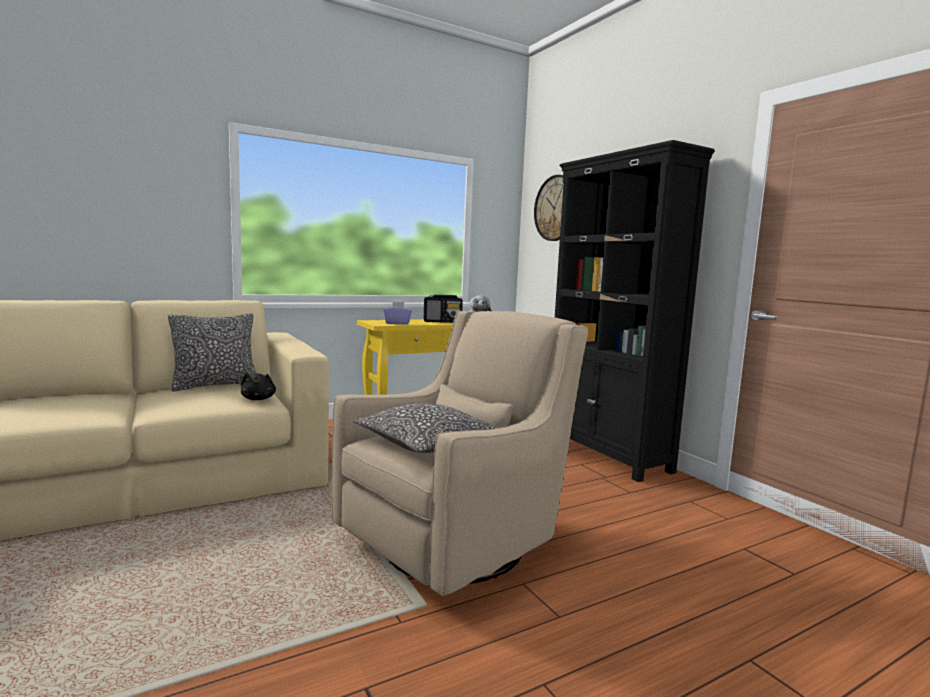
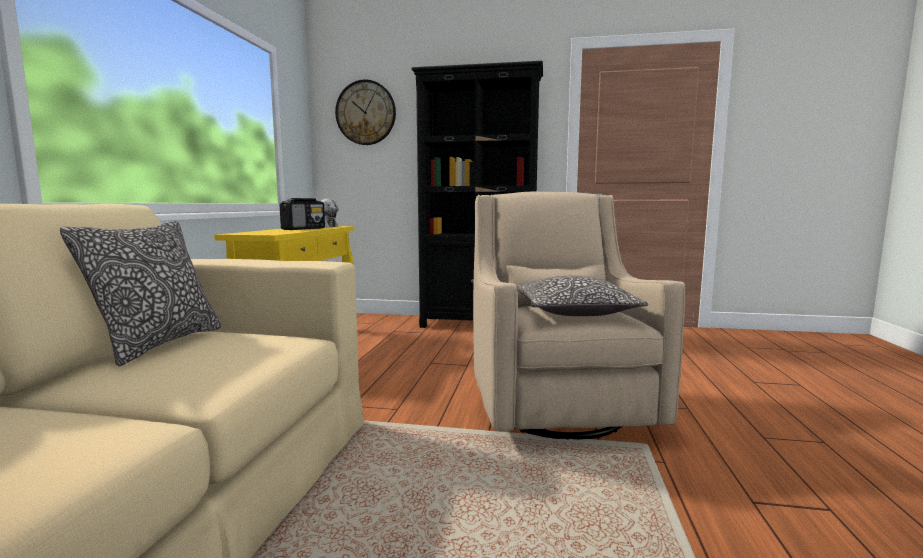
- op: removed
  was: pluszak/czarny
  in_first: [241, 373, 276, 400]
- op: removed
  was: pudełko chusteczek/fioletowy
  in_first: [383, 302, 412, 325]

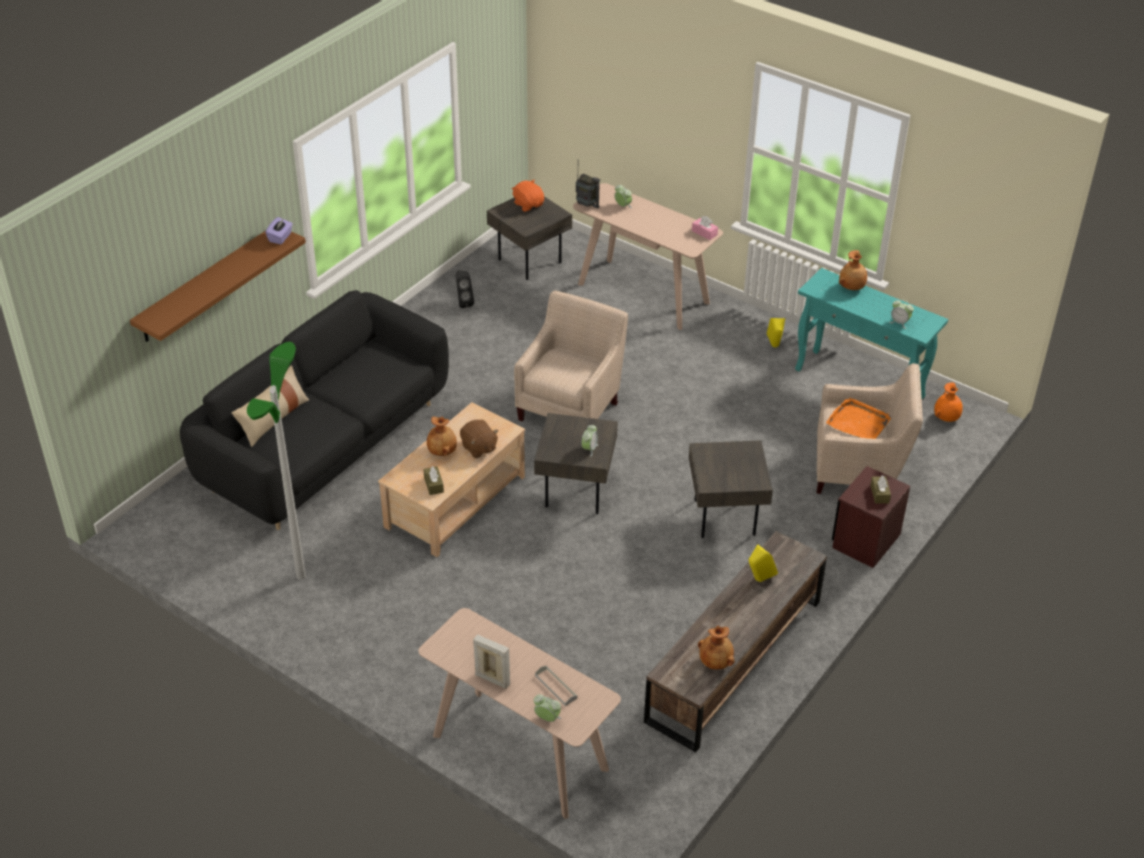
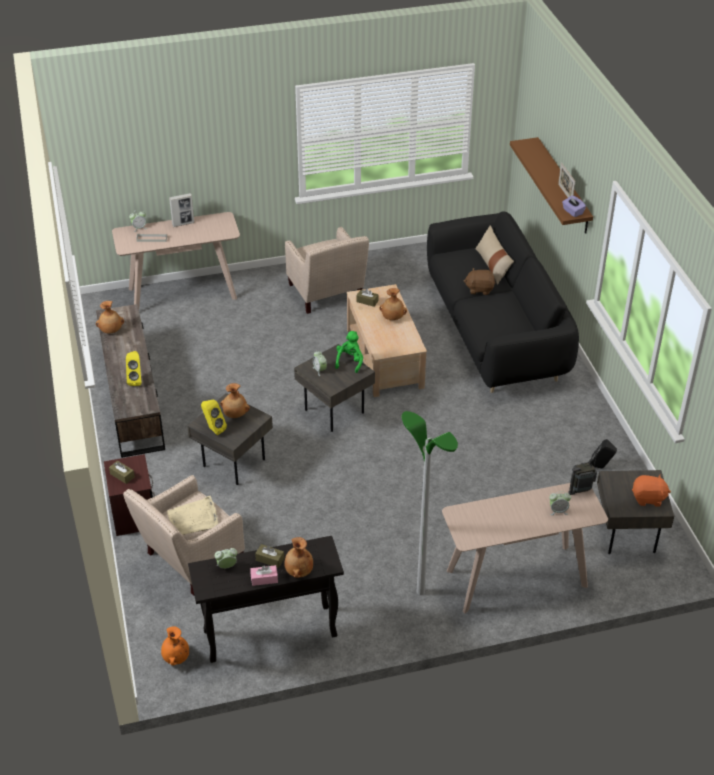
- op: recoloured
  was: taca/pomarańczowy
  now: taca/beżowy
  in_first: [826, 398, 891, 439]
  in_second: [167, 496, 218, 535]
- op: recoloured
  was: stolik konsolowy/turkusowy
  now: stolik konsolowy/czarny
  in_first: [795, 268, 948, 399]
  in_second: [188, 536, 344, 663]
- op: moved
  was: głośnik/żółty
  in_first: [767, 318, 785, 347]
  in_second: [201, 400, 227, 435]
- op: added
  now: wazon/brązowy
  in_second: [220, 383, 250, 418]
- op: moved
  was: pudełko chusteczek/różowy
  in_first: [692, 216, 718, 240]
  in_second: [250, 565, 278, 586]
- op: added
  now: pudełko chusteczek/brązowy
  in_second: [255, 544, 284, 568]
- op: moved
  was: fotel/beżowy
  in_first: [514, 290, 628, 421]
  in_second: [285, 227, 369, 314]
- op: added
  now: pluszak/zielony
  in_second: [335, 331, 363, 373]
- op: moved
  was: lampa stojąca
  in_first: [247, 342, 306, 580]
  in_second: [402, 411, 458, 595]
- op: moved
  was: pluszak/brązowy
  in_first: [460, 419, 498, 458]
  in_second: [464, 268, 495, 295]
- op: added
  now: ramka na zdjęcie
  in_second: [558, 162, 575, 198]

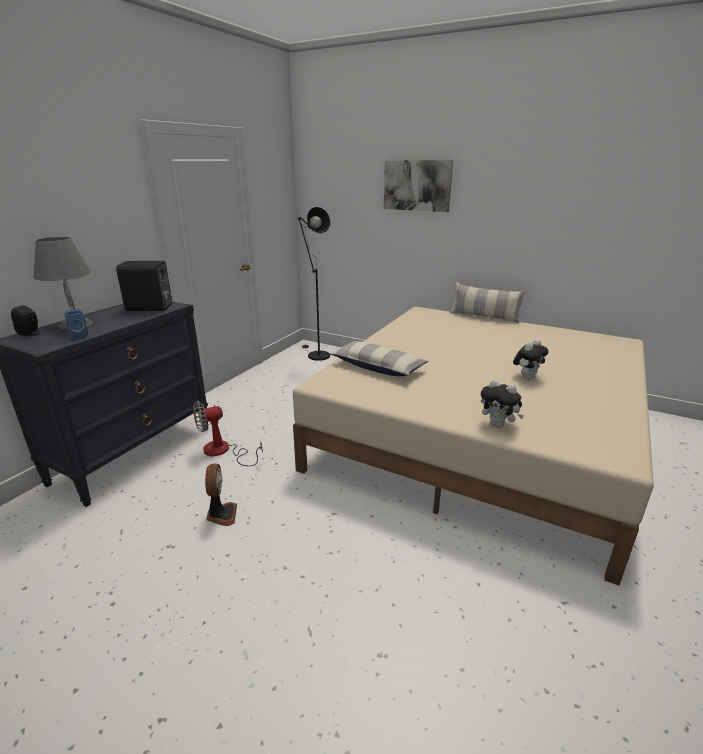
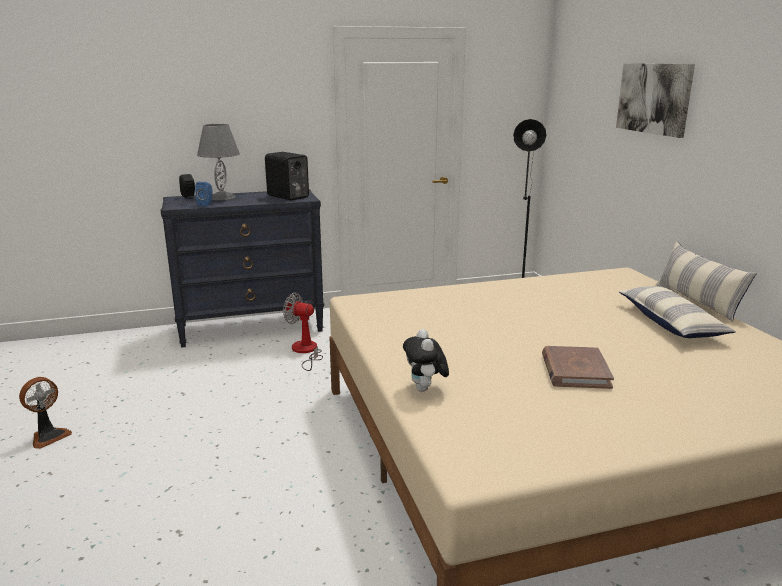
- op: moved
  was: wentylator
  in_first: [205, 464, 237, 526]
  in_second: [19, 377, 72, 449]
- op: replaced
  was: pluszak
  now: książka/brązowy
  in_first: [513, 340, 549, 379]
  in_second: [542, 346, 614, 389]
- op: moved
  was: poduszka
  in_first: [329, 341, 428, 376]
  in_second: [619, 286, 736, 338]

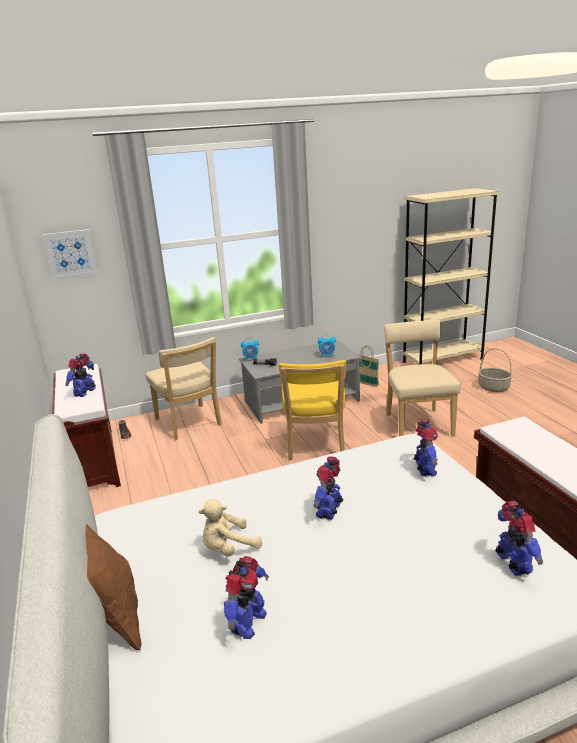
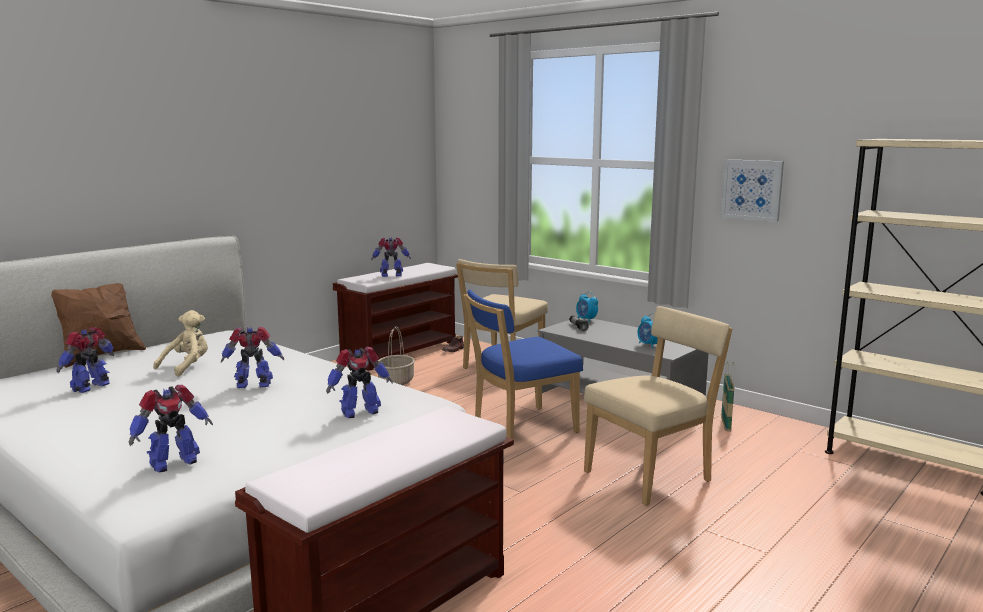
- op: turned
  was: robot zabawkowy
  in_first: [224, 556, 269, 639]
  in_second: [56, 327, 114, 393]
  clockwise: 120
- op: turned
  was: pluszak/beżowy
  in_first: [199, 499, 262, 557]
  in_second: [153, 310, 208, 377]
  clockwise: 90
- op: moved
  was: koszyk
  in_first: [478, 348, 513, 392]
  in_second: [378, 327, 415, 385]
- op: recoloured
  was: krzesło/żółty
  now: krzesło/niebieski
  in_first: [279, 360, 346, 460]
  in_second: [464, 289, 583, 447]
- op: moved
  was: obraz
  in_first: [42, 229, 98, 279]
  in_second: [721, 159, 784, 222]

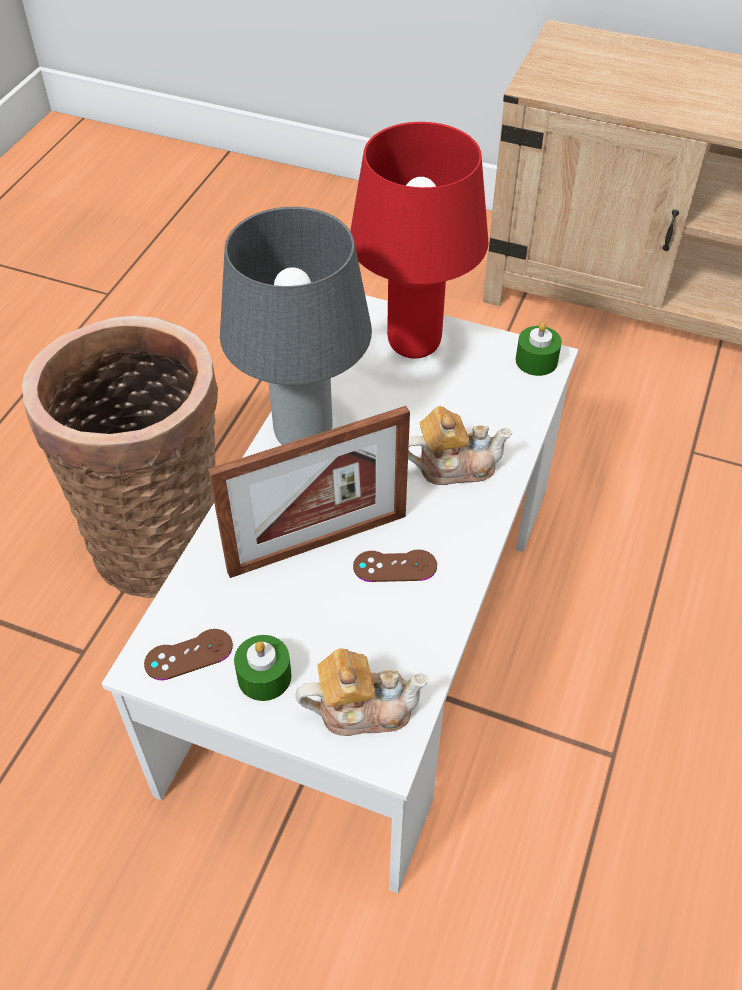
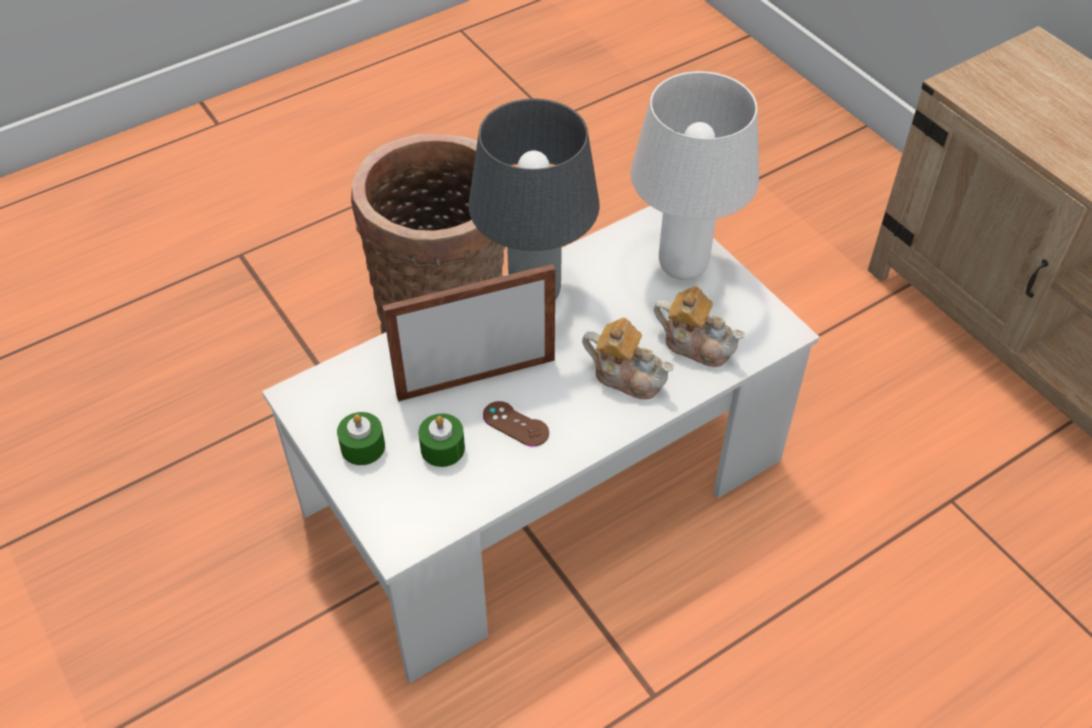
- op: turned
  was: ramka na zdjęcie
  in_first: [208, 406, 410, 578]
  in_second: [382, 264, 556, 401]
  clockwise: 150
- op: moved
  was: świeca/zielony
  in_first: [516, 322, 562, 376]
  in_second: [418, 413, 465, 467]
- op: recoloured
  was: lampa stołowa/czerwony
  now: lampa stołowa/biały
  in_first: [350, 122, 488, 359]
  in_second: [631, 71, 759, 280]
- op: moved
  was: imbryk
  in_first: [296, 648, 429, 736]
  in_second: [654, 286, 745, 367]
- op: removed
  was: pad do gier/brązowy
  in_first: [144, 629, 233, 680]

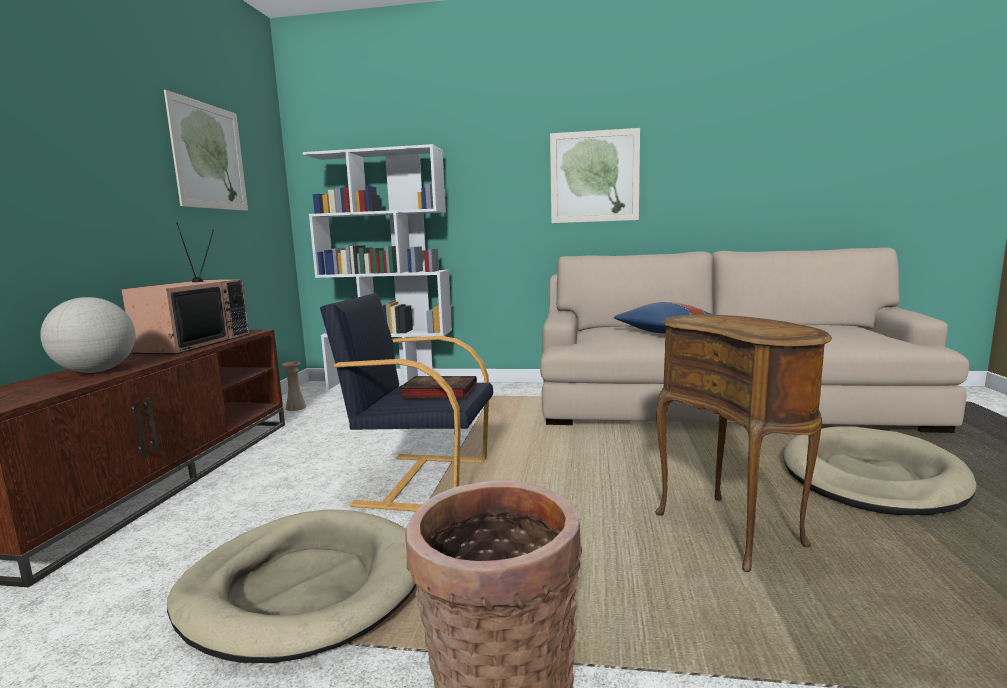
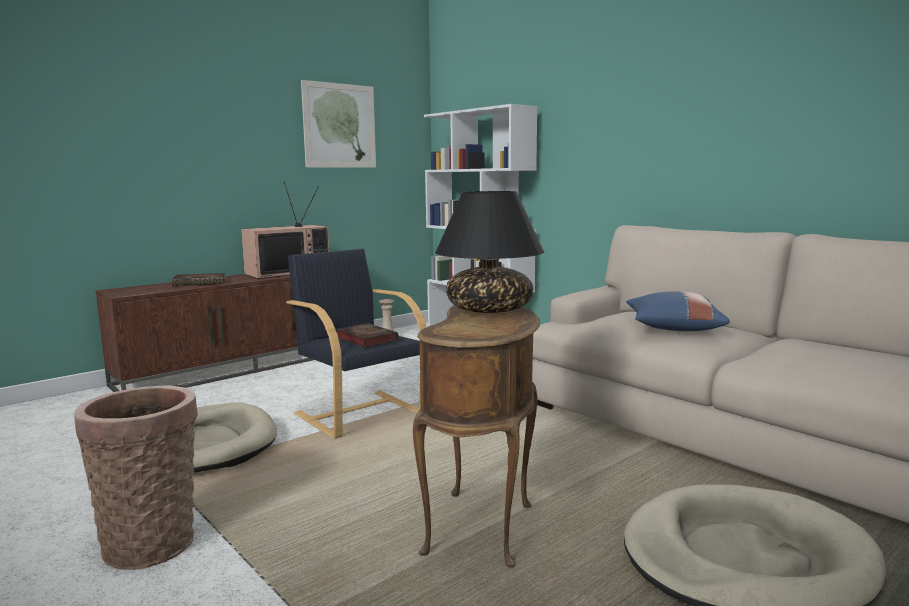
- op: replaced
  was: globus
  now: książka
  in_first: [40, 297, 136, 373]
  in_second: [172, 273, 225, 286]
- op: added
  now: lampa stołowa/czarny
  in_second: [435, 191, 544, 313]
- op: removed
  was: obraz
  in_first: [550, 128, 640, 223]

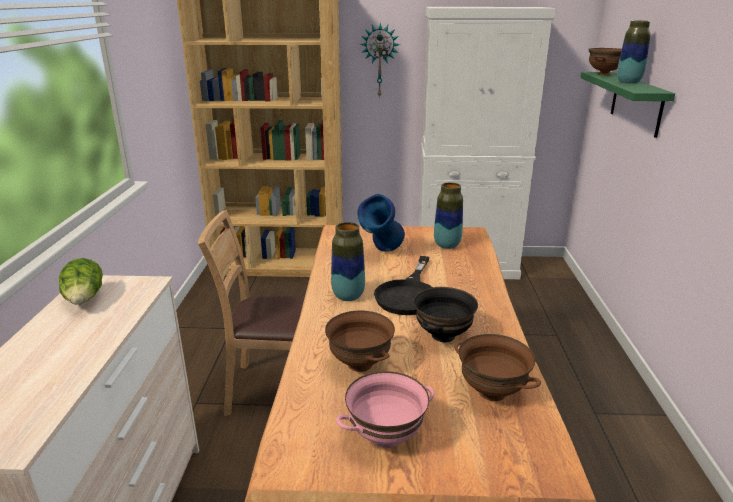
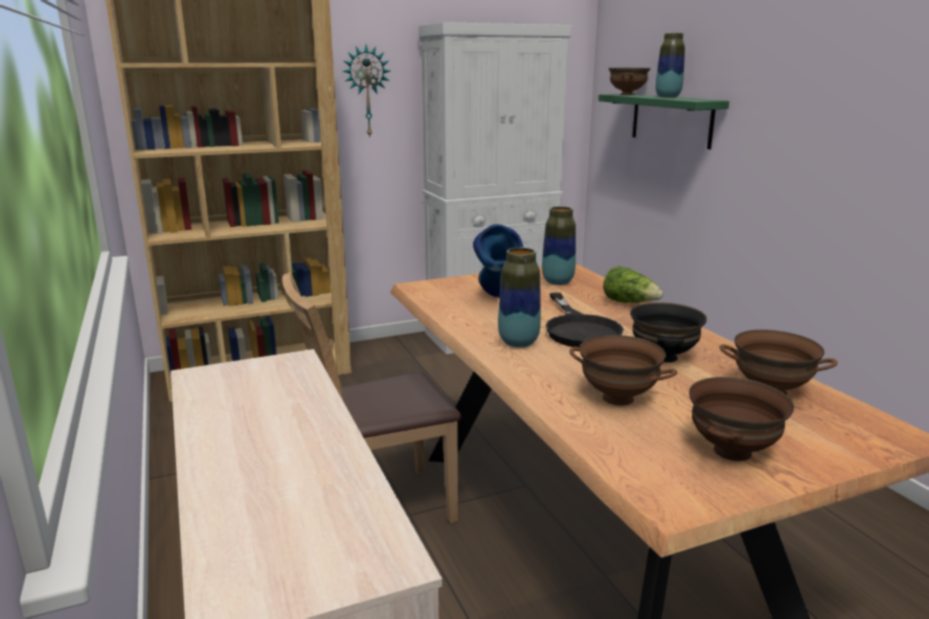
- op: moved
  was: sałata
  in_first: [59, 258, 103, 305]
  in_second: [603, 266, 663, 303]
- op: recoloured
  was: miska/różowy
  now: miska/brązowy
  in_first: [336, 371, 434, 448]
  in_second: [689, 377, 794, 461]

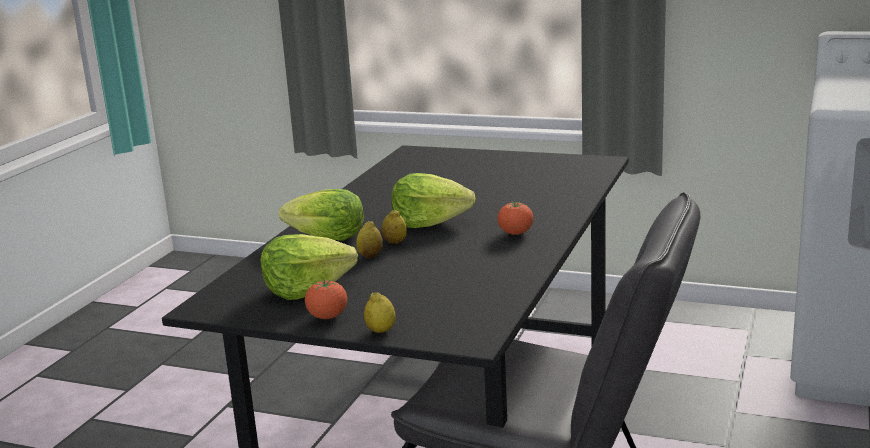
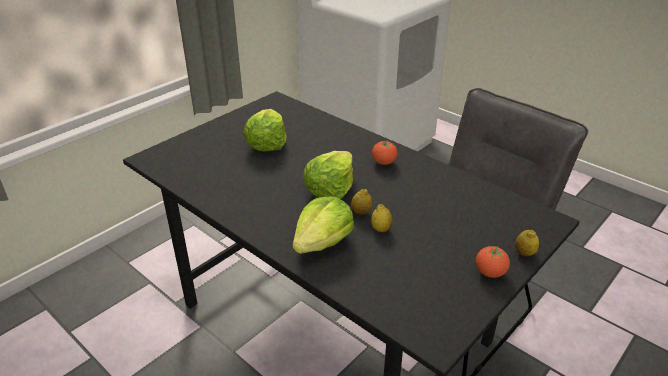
- op: moved
  was: sałata
  in_first: [260, 234, 358, 300]
  in_second: [243, 109, 287, 151]

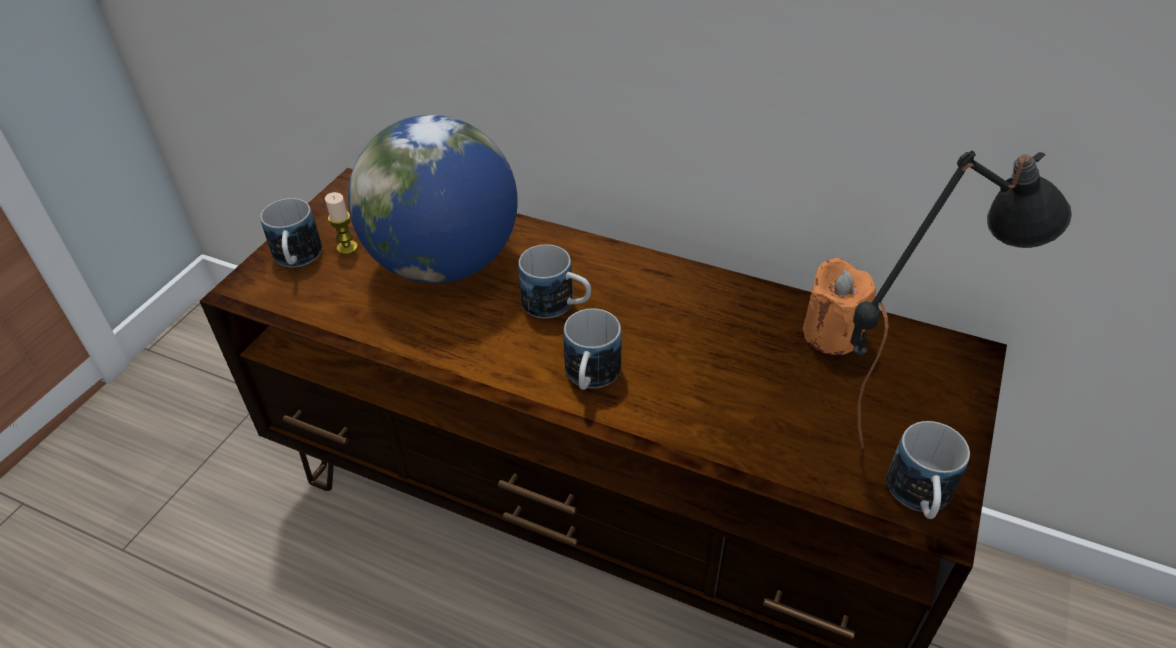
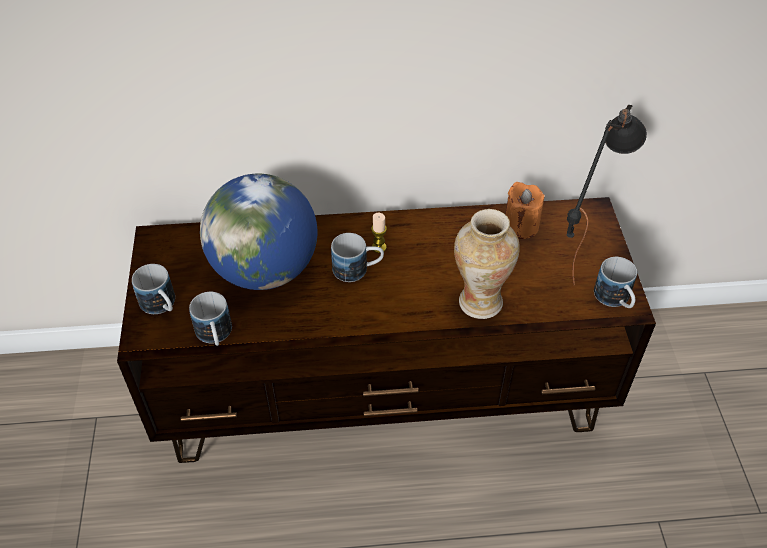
- op: moved
  was: kubek
  in_first: [564, 308, 621, 390]
  in_second: [189, 292, 232, 346]
- op: moved
  was: świeca
  in_first: [325, 192, 358, 255]
  in_second: [371, 213, 387, 253]
- op: added
  now: wazon
  in_second: [454, 209, 520, 319]

